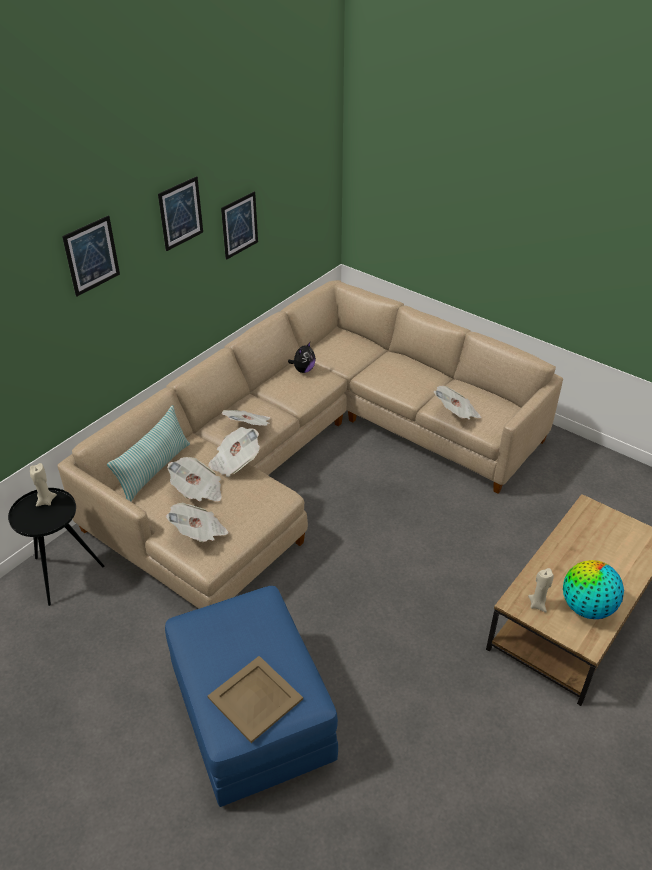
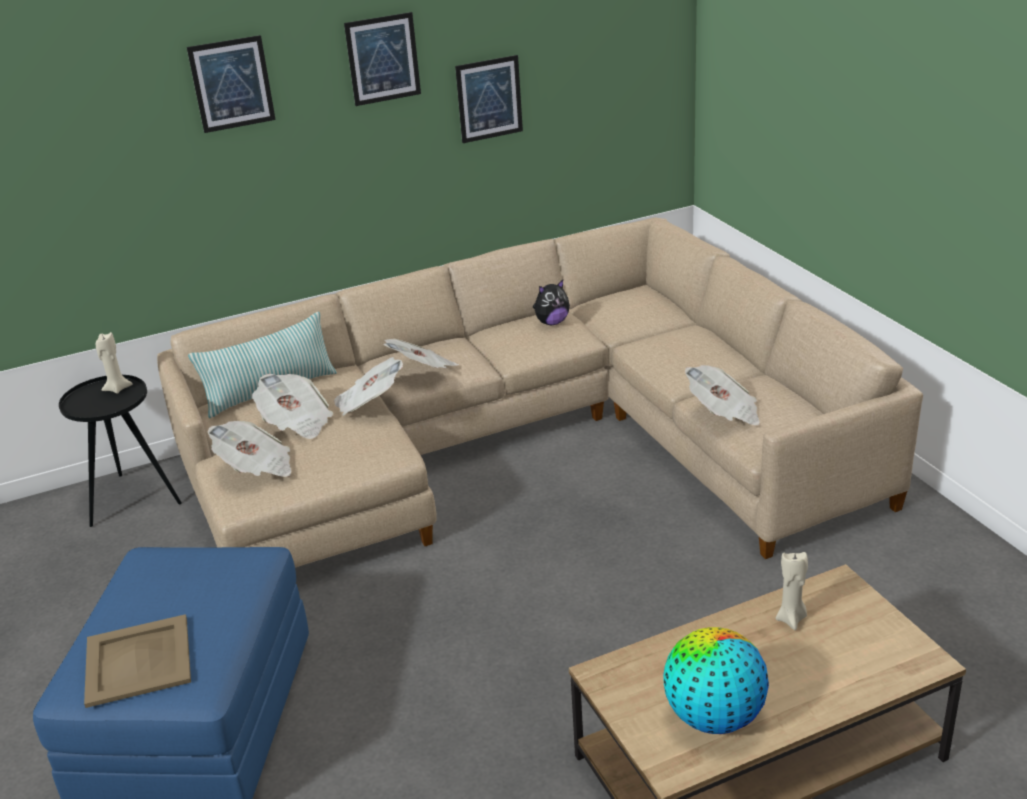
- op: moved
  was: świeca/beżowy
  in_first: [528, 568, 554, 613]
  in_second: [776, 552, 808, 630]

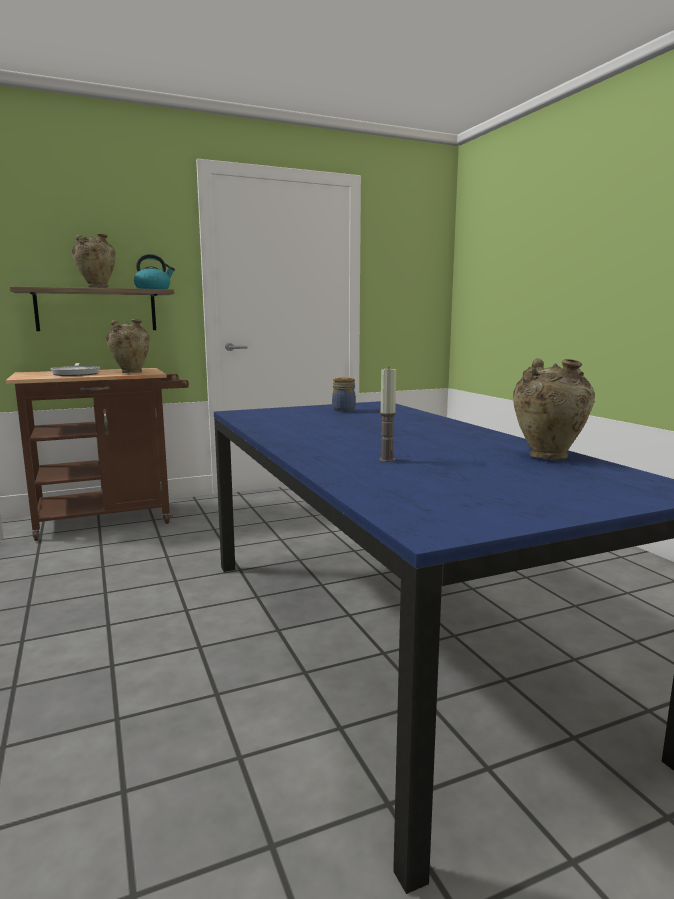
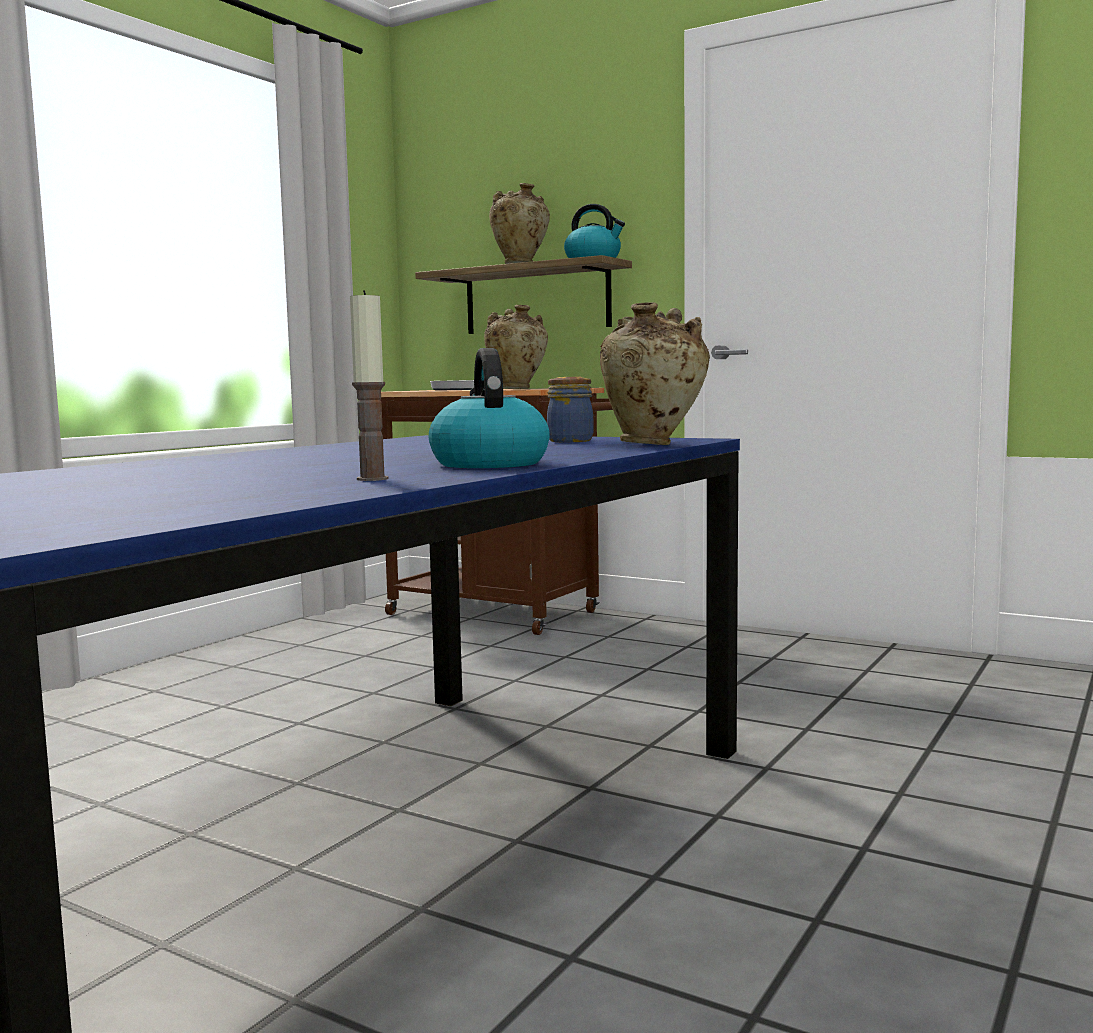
- op: moved
  was: świeca
  in_first: [379, 366, 396, 462]
  in_second: [350, 290, 388, 481]
- op: added
  now: czajnik
  in_second: [429, 348, 550, 468]
- op: moved
  was: wazon/beżowy
  in_first: [513, 358, 595, 459]
  in_second: [600, 302, 710, 445]

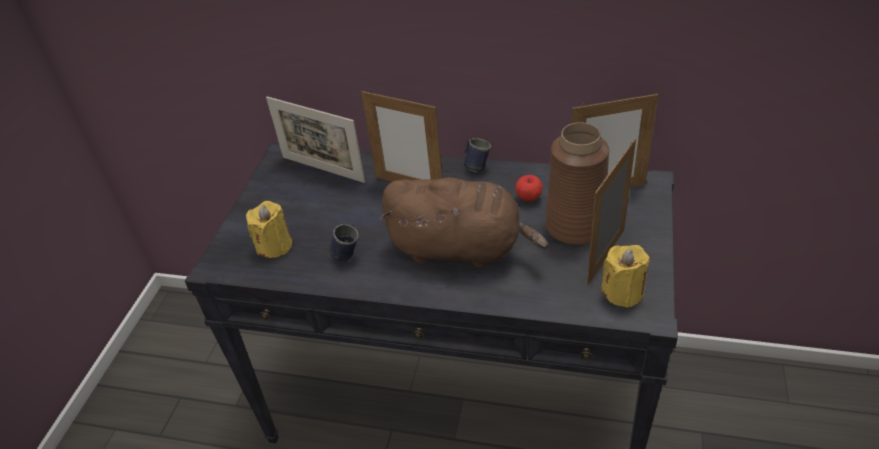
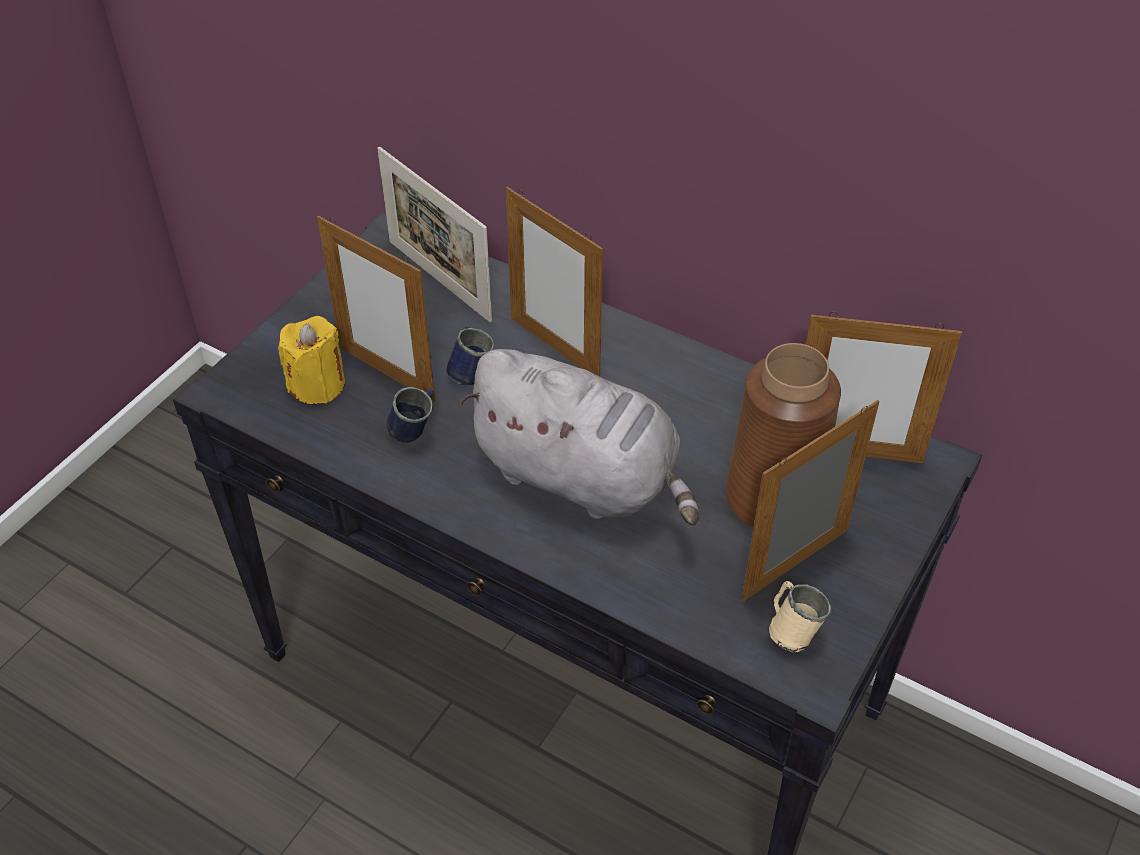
- op: added
  now: ramka na zdjęcie
  in_second: [317, 216, 435, 402]
- op: moved
  was: kubek/niebieski
  in_first: [464, 138, 491, 172]
  in_second: [446, 326, 494, 385]
- op: recoloured
  was: pluszak/brązowy
  now: pluszak/szary
  in_first: [379, 177, 548, 268]
  in_second: [458, 349, 699, 525]
- op: replaced
  was: świeca/żółty
  now: kubek/beżowy
  in_first: [601, 245, 650, 308]
  in_second: [769, 581, 831, 652]
- op: removed
  was: jabłko
  in_first: [515, 175, 543, 202]

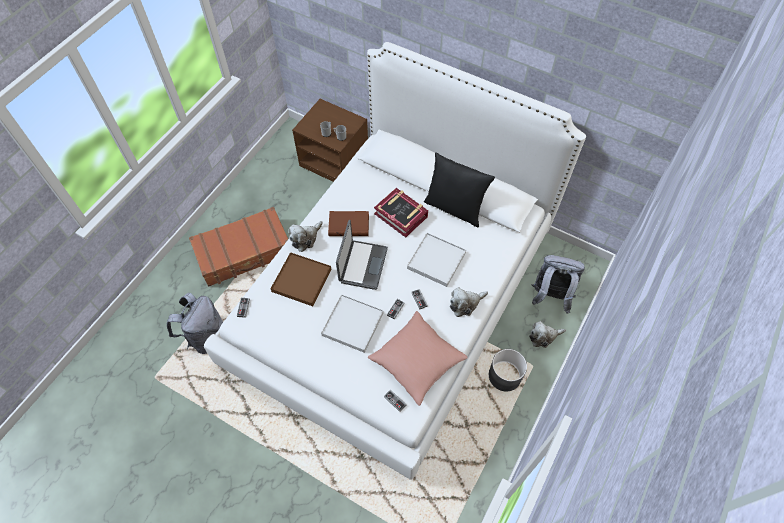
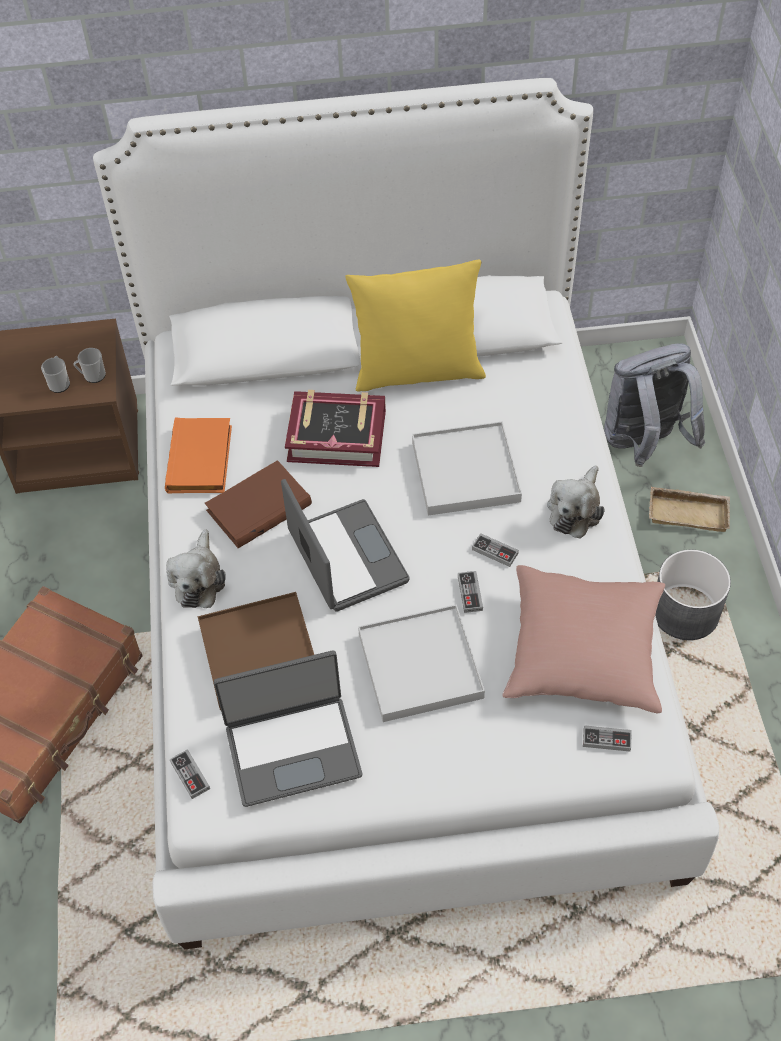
- op: added
  now: książka/pomarańczowy
  in_second: [165, 418, 232, 493]
- op: added
  now: laptop
  in_second: [214, 650, 362, 807]
- op: recoloured
  was: poduszka/czarny
  now: poduszka/żółty
  in_first: [424, 152, 495, 228]
  in_second: [345, 259, 486, 392]
- op: replaced
  was: pluszak
  now: taca/beżowy
  in_first: [529, 321, 566, 348]
  in_second: [649, 487, 730, 532]
- op: removed
  was: plecak/szary
  in_first: [167, 293, 223, 354]

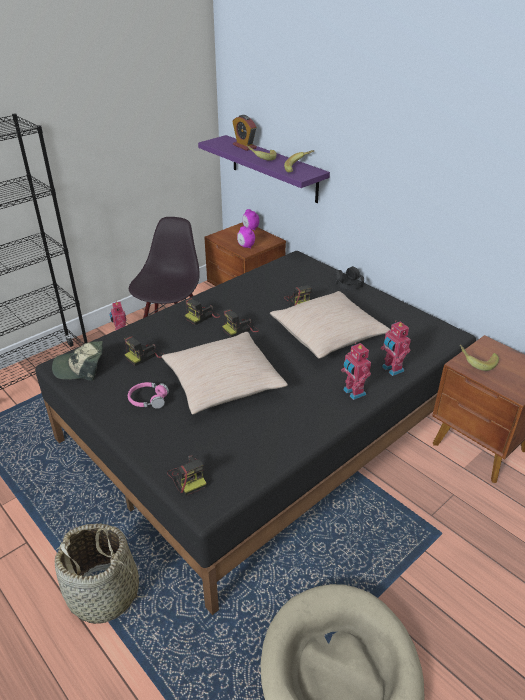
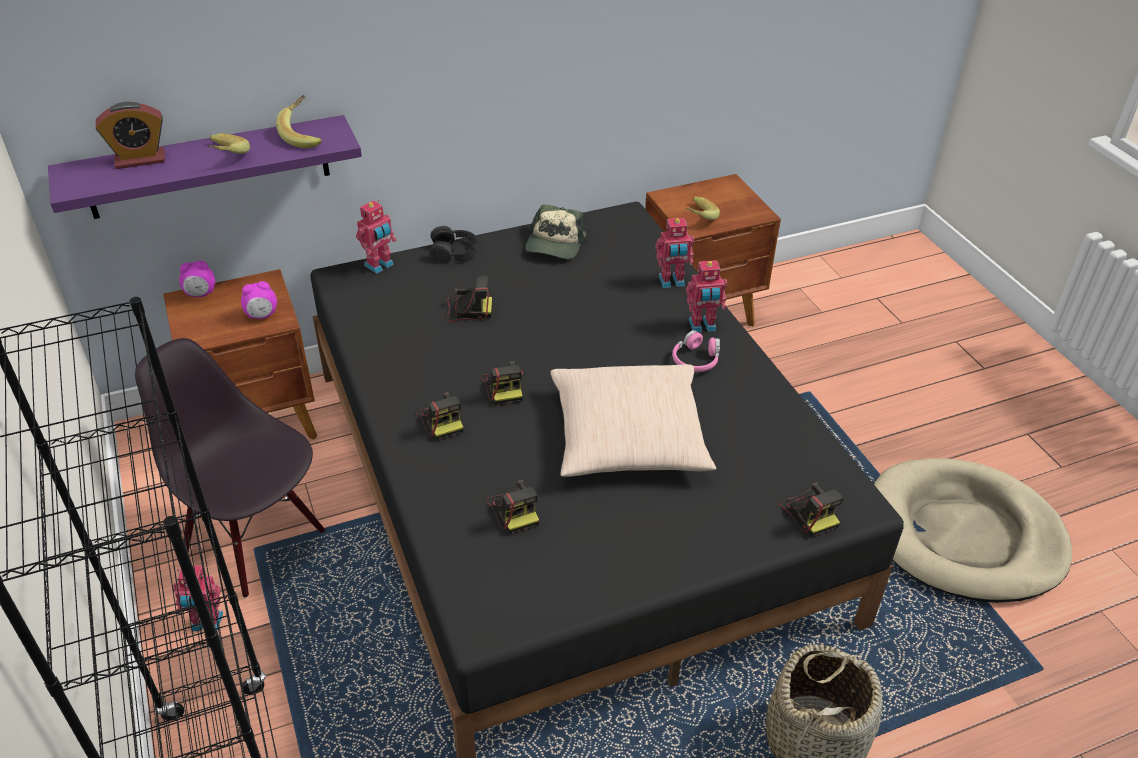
- op: added
  now: robot zabawkowy
  in_second: [356, 200, 396, 274]
- op: moved
  was: czapka z daszkiem
  in_first: [52, 341, 103, 381]
  in_second: [525, 205, 587, 259]
- op: moved
  was: słuchawki/różowy
  in_first: [128, 382, 169, 409]
  in_second: [672, 330, 720, 372]
- op: turned
  was: aparat fotograficzny
  in_first: [167, 455, 207, 496]
  in_second: [779, 482, 844, 537]
  clockwise: 75
- op: removed
  was: poduszka/beżowy
  in_first: [270, 291, 391, 359]

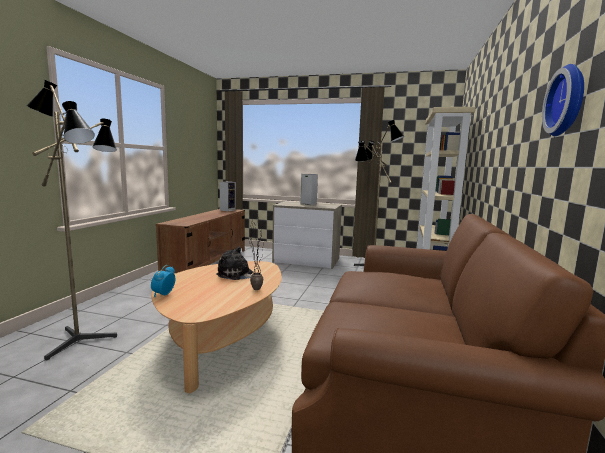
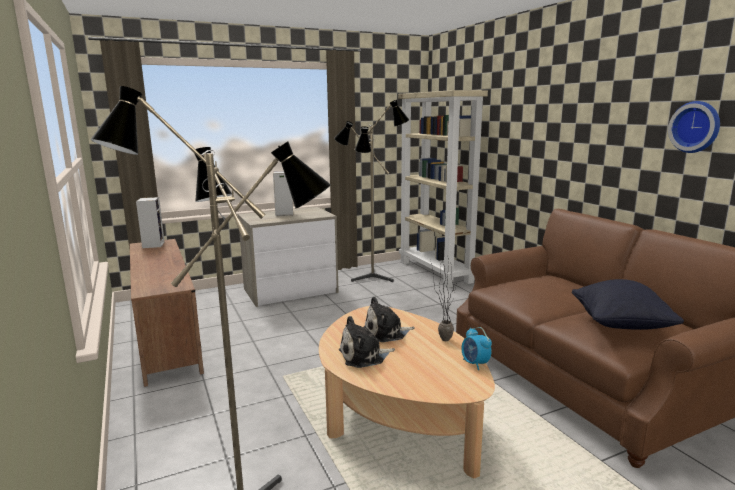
- op: added
  now: pluszak
  in_second: [339, 316, 395, 368]
- op: moved
  was: budzik
  in_first: [151, 265, 175, 298]
  in_second: [462, 327, 492, 370]
- op: added
  now: poduszka/czarny
  in_second: [572, 279, 684, 330]

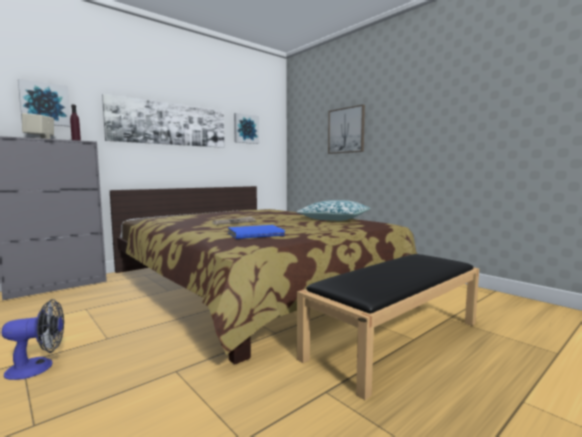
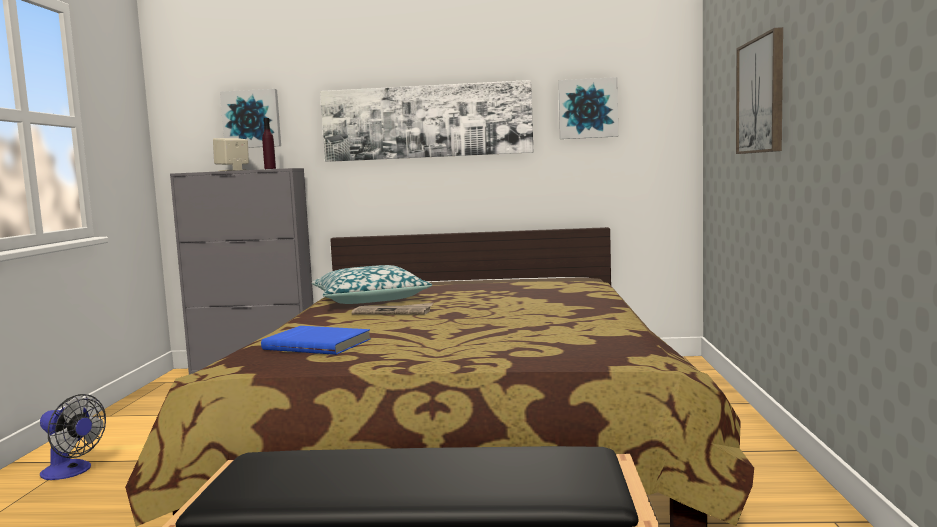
- op: moved
  was: poduszka
  in_first: [297, 200, 370, 221]
  in_second: [312, 265, 432, 304]

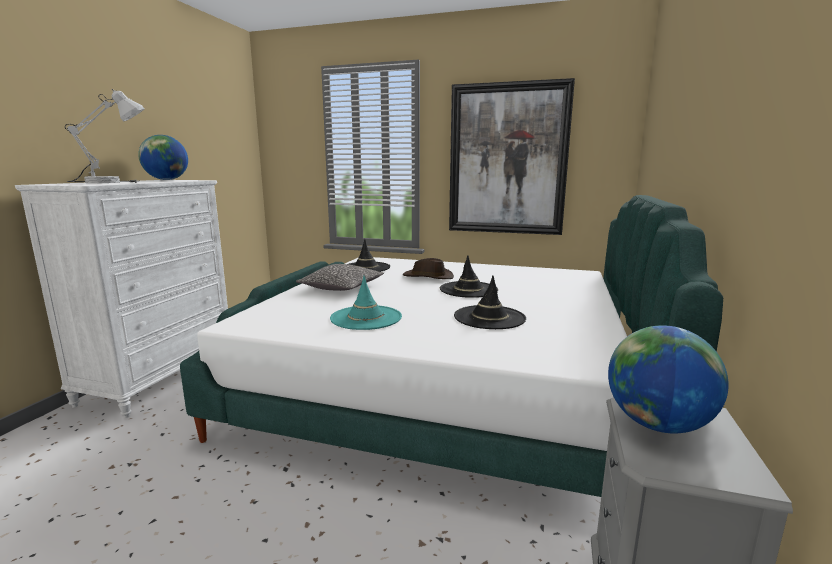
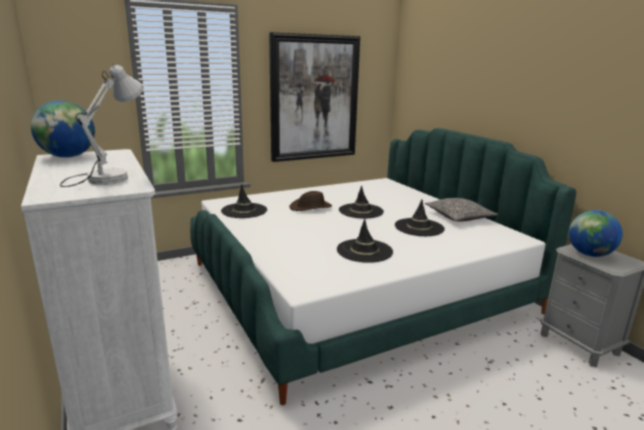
- op: recoloured
  was: kapelusz/turkusowy
  now: kapelusz/czarny
  in_first: [330, 276, 402, 330]
  in_second: [337, 219, 393, 263]
- op: moved
  was: poduszka
  in_first: [296, 264, 384, 291]
  in_second: [425, 198, 498, 222]

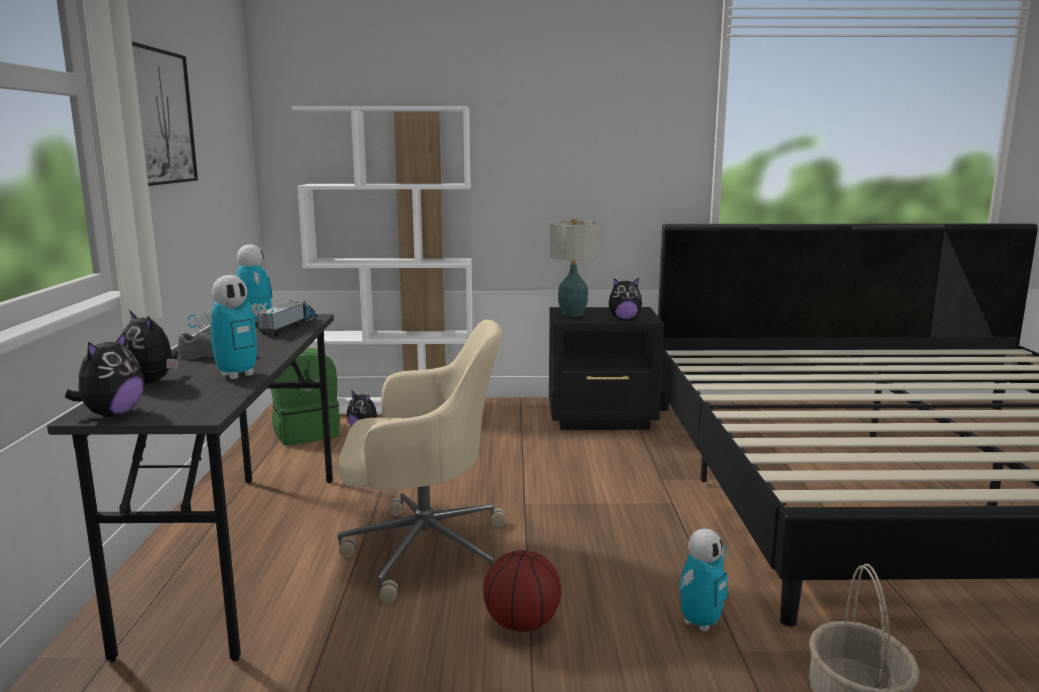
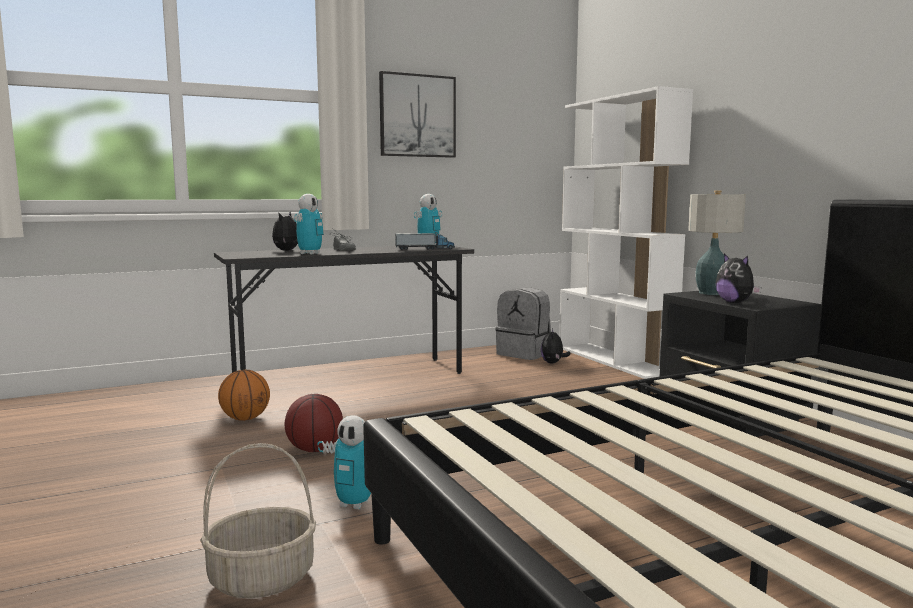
- op: added
  now: piłka do koszykówki
  in_second: [218, 370, 270, 421]
- op: turned
  was: robot zabawkowy
  in_first: [188, 275, 273, 379]
  in_second: [294, 194, 324, 255]
  clockwise: -90
- op: recoloured
  was: plecak/zielony
  now: plecak/szary
  in_first: [271, 348, 340, 446]
  in_second: [496, 287, 551, 360]
- op: removed
  was: pluszak
  in_first: [65, 331, 144, 417]
- op: removed
  was: krzesło biurowe/beżowy
  in_first: [338, 320, 506, 603]

